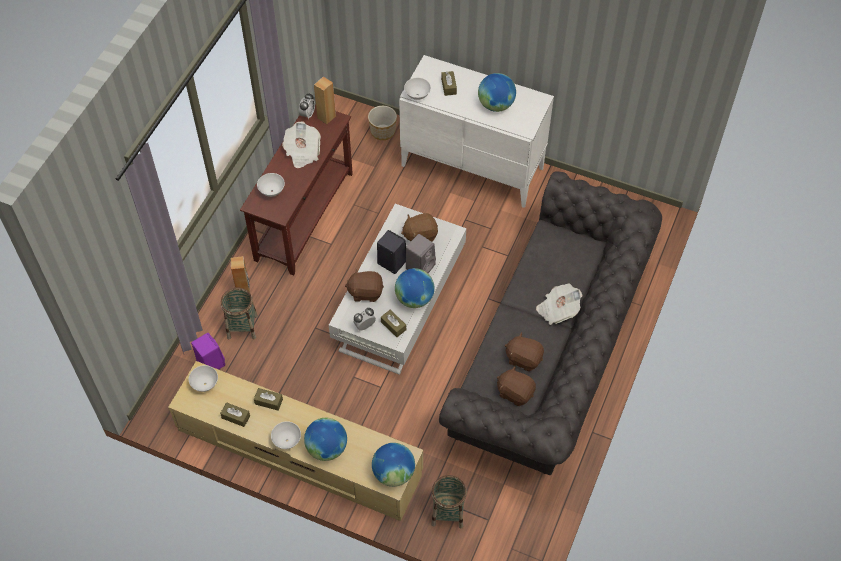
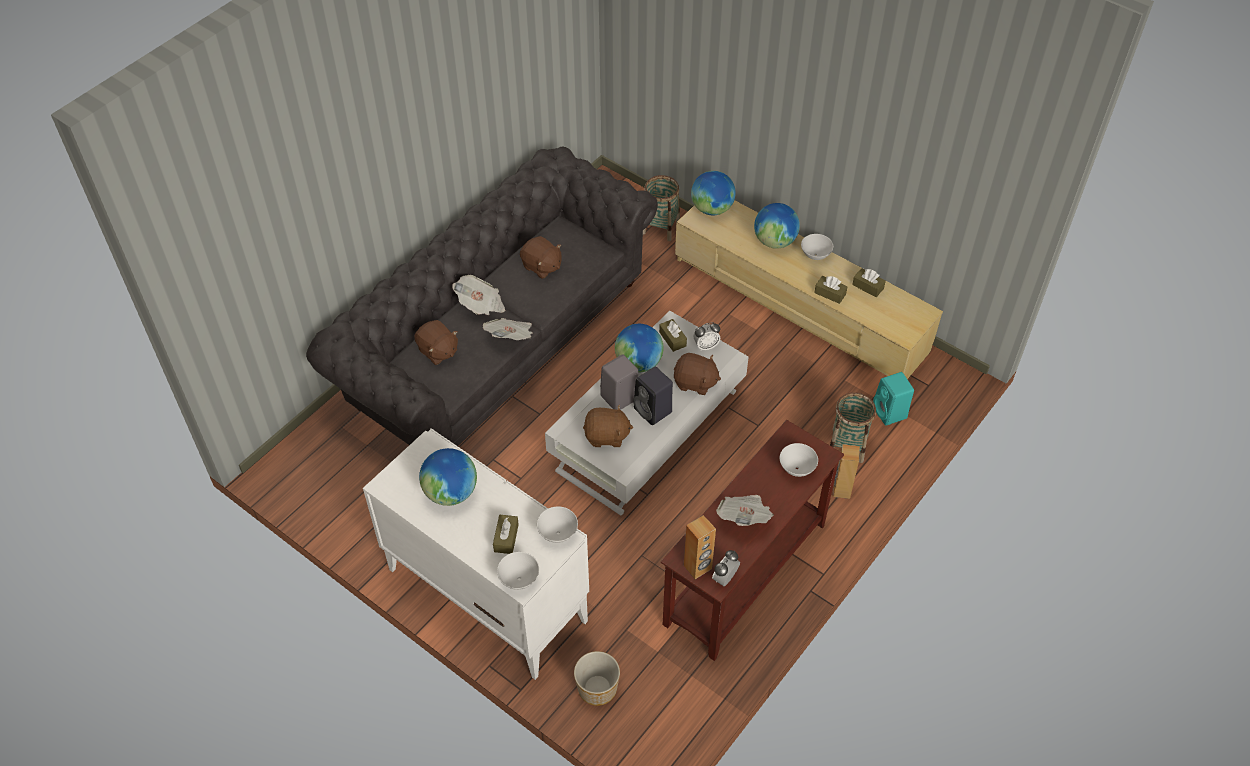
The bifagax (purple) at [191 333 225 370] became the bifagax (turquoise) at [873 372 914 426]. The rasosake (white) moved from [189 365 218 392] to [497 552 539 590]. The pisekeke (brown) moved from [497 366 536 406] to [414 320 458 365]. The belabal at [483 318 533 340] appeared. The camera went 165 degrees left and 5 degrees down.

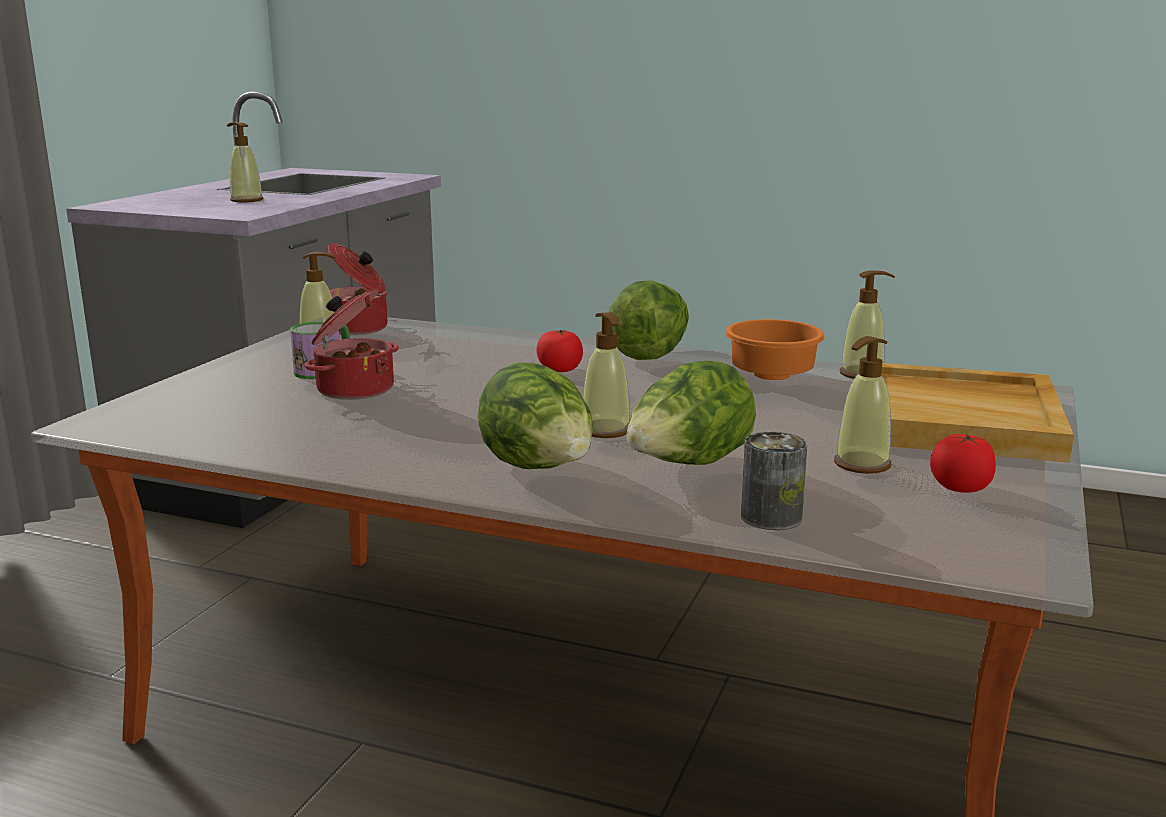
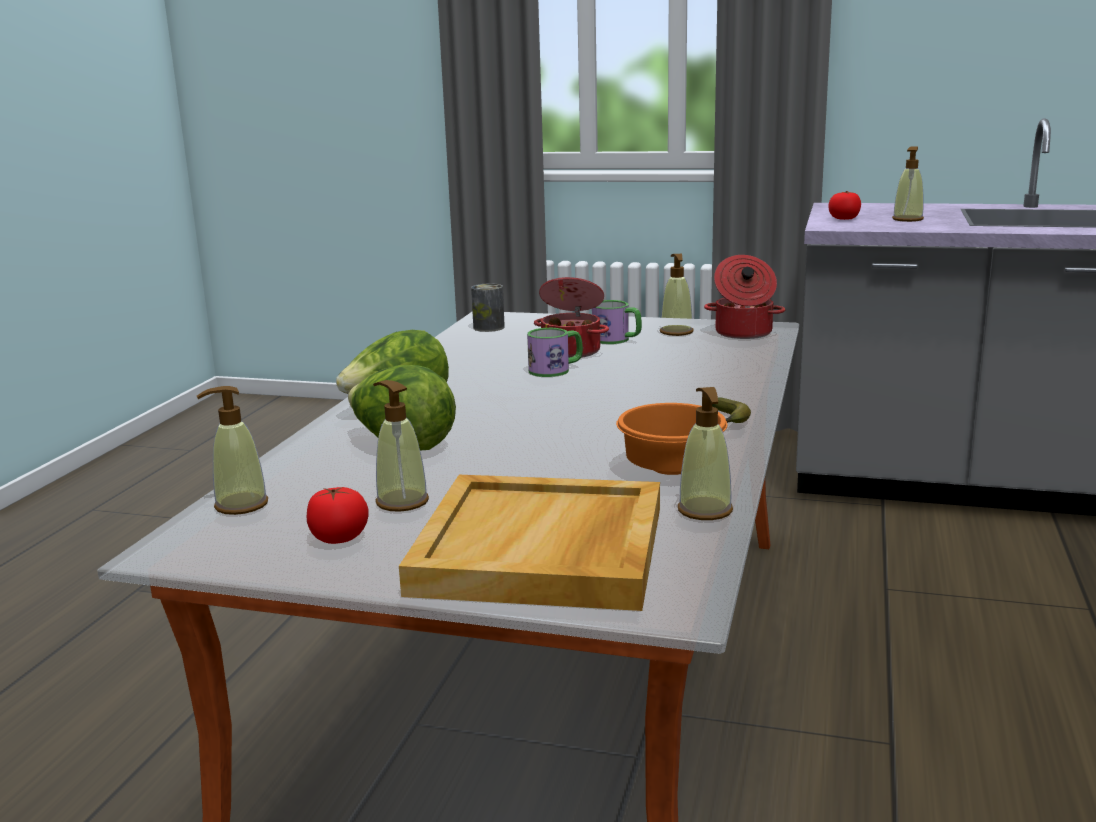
The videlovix at [609 280 689 360] was replaced by the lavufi at [712 397 751 423]. The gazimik moved from [583 312 630 438] to [197 386 268 515]. The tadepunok moved from [536 330 583 372] to [828 191 861 220]. The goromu moved from [741 431 807 530] to [471 283 505 332]. The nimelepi at [527 328 583 377] appeared. The camera went 85 degrees right and 0 degrees up.

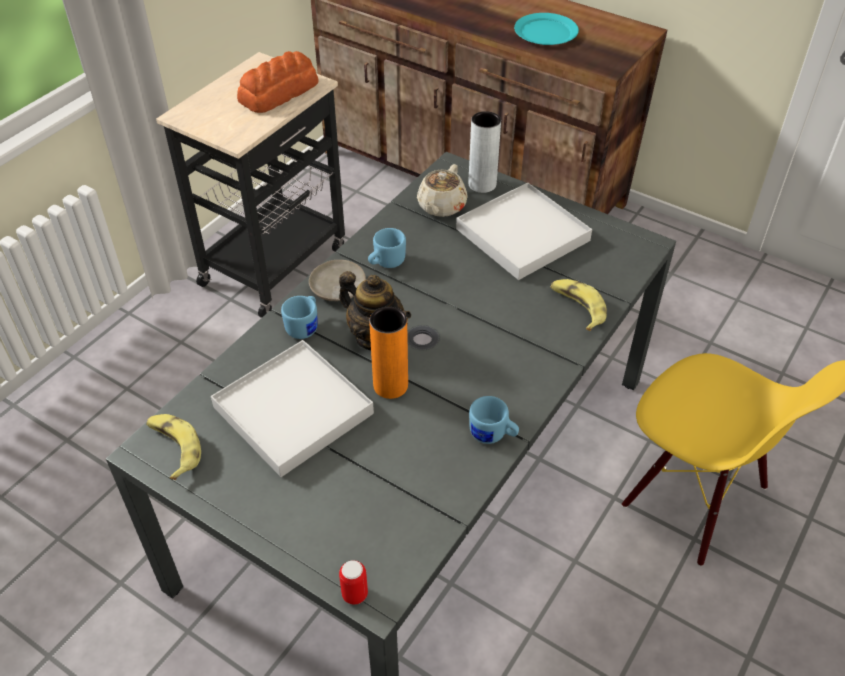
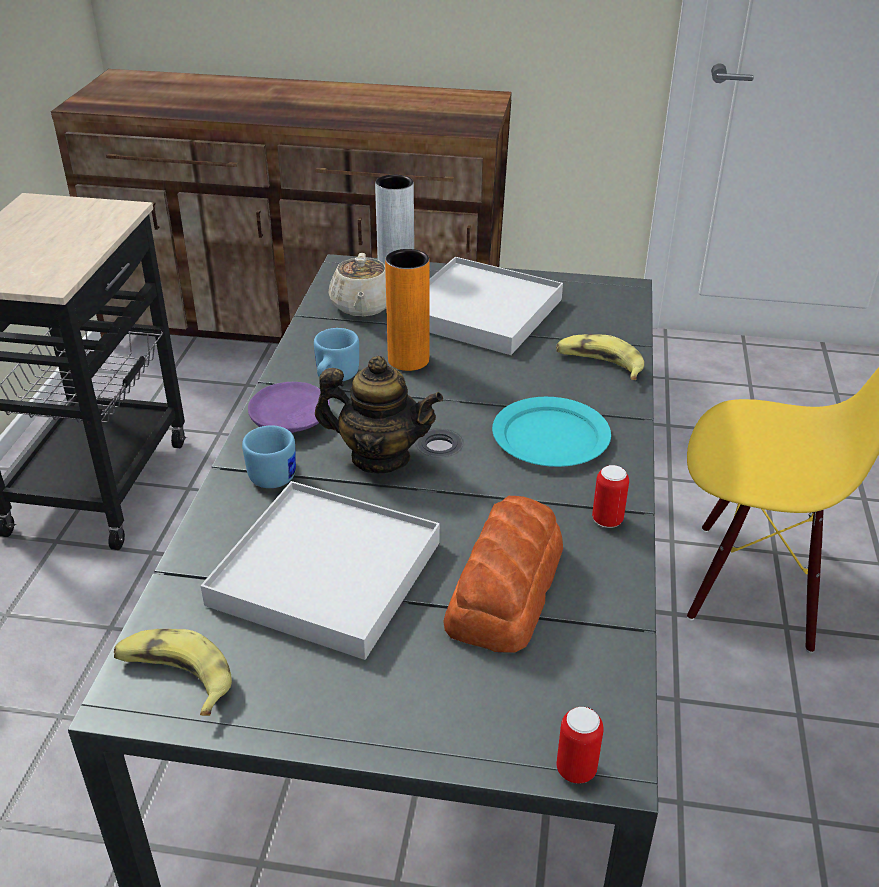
The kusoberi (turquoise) moved from [514 13 579 45] to [492 397 611 467]. The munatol moved from [237 51 319 113] to [443 496 563 653]. The kusoberi (beige) at [309 260 366 301] became the kusoberi (purple) at [248 382 330 433]. The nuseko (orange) moved from [369 307 408 399] to [385 249 430 371]. The nimelepi (blue) at [469 396 519 444] was replaced by the goromu at [592 465 629 528]. The camera went 25 degrees left and 10 degrees down.

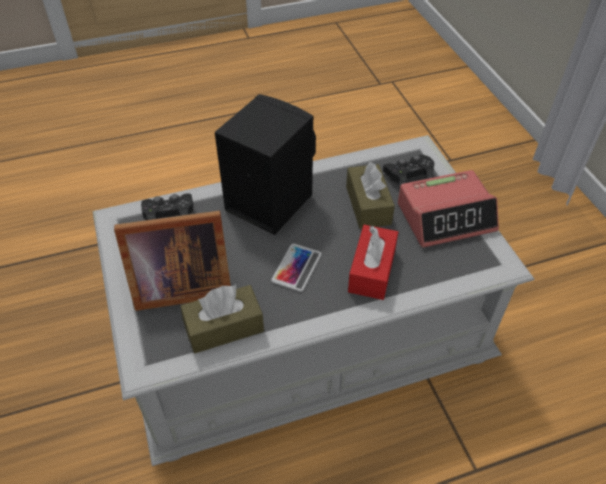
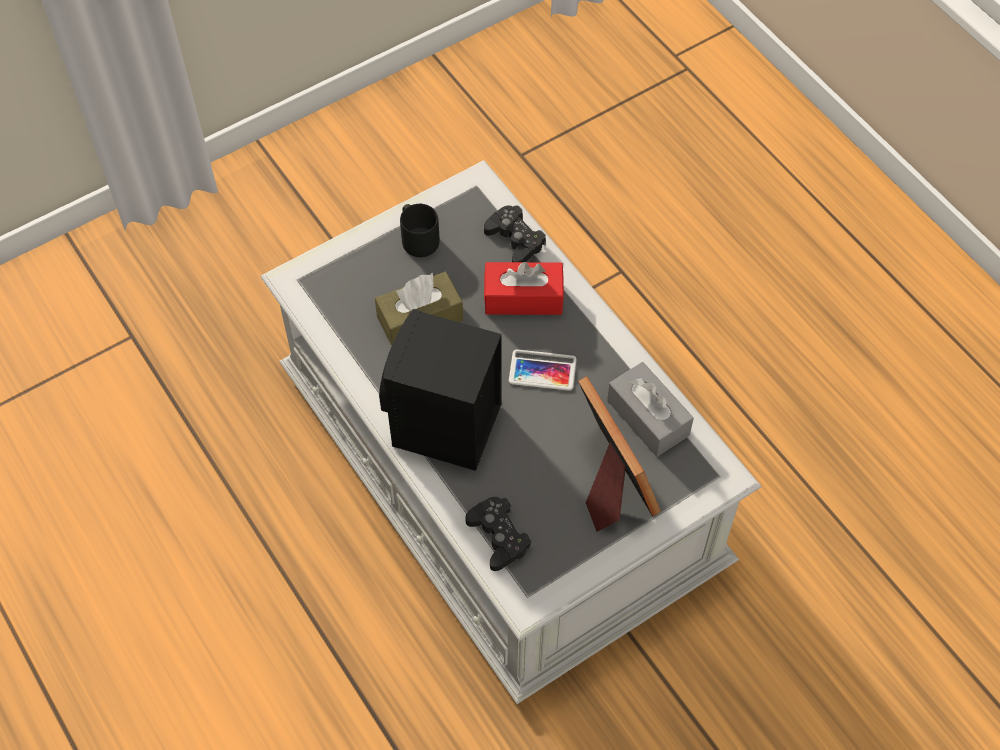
The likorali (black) moved from [383 155 435 189] to [484 205 546 262]. The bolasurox at [398 170 499 248] was replaced by the nimelepi (black) at [400 204 440 257]. The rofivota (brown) at [180 284 264 353] became the rofivota (grey) at [607 362 694 457]. The camera went 105 degrees left and 10 degrees up.

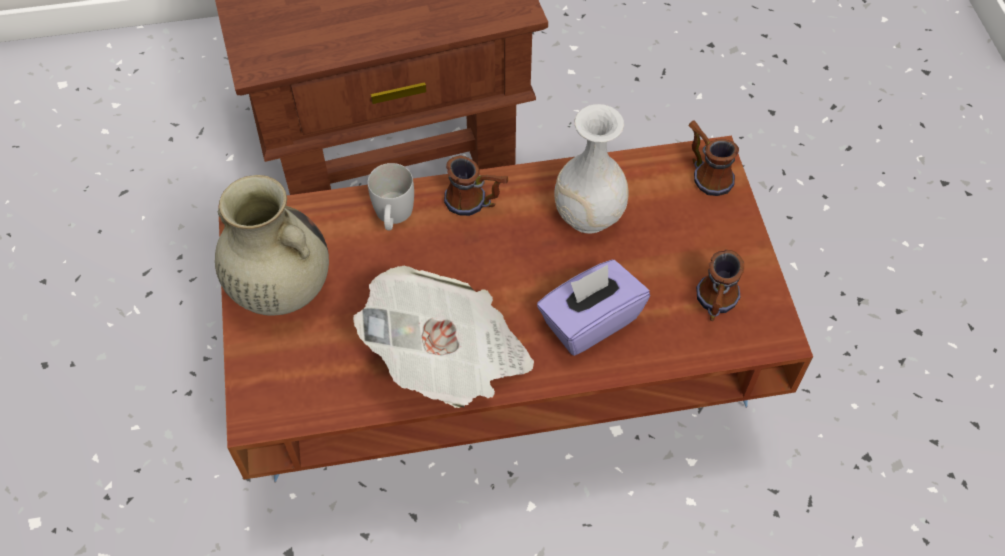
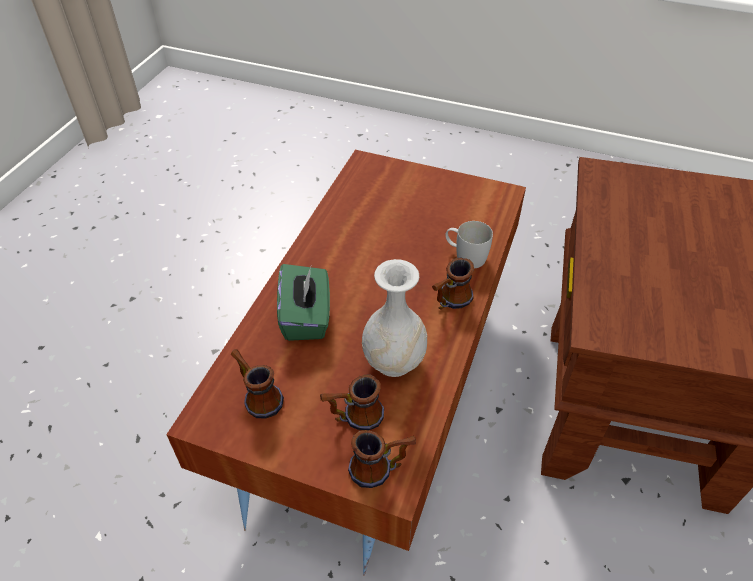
The nuseko (beige) at [215 175 329 316] disappeared. The rofivota (purple) at [537 260 650 356] became the rofivota (green) at [277 264 330 341]. The belabal at [353 266 534 408] disappeared. The nimelepi at [320 375 384 430] appeared. The camera went 120 degrees right and 10 degrees down.

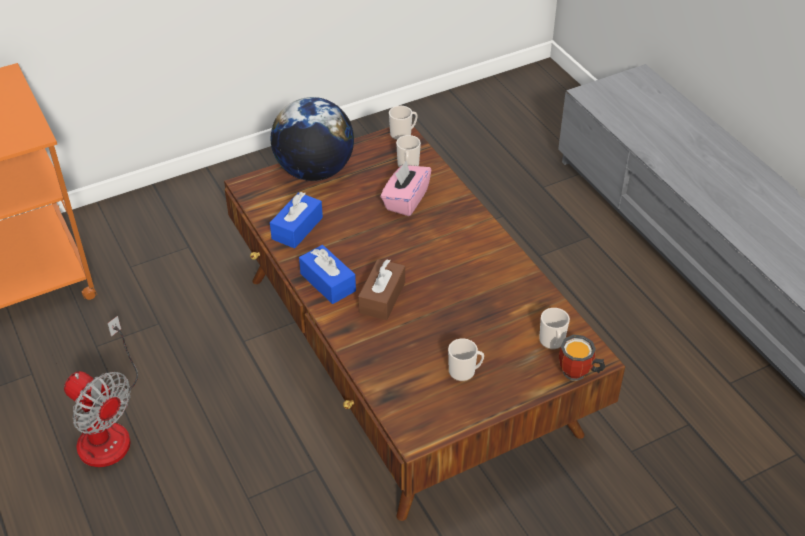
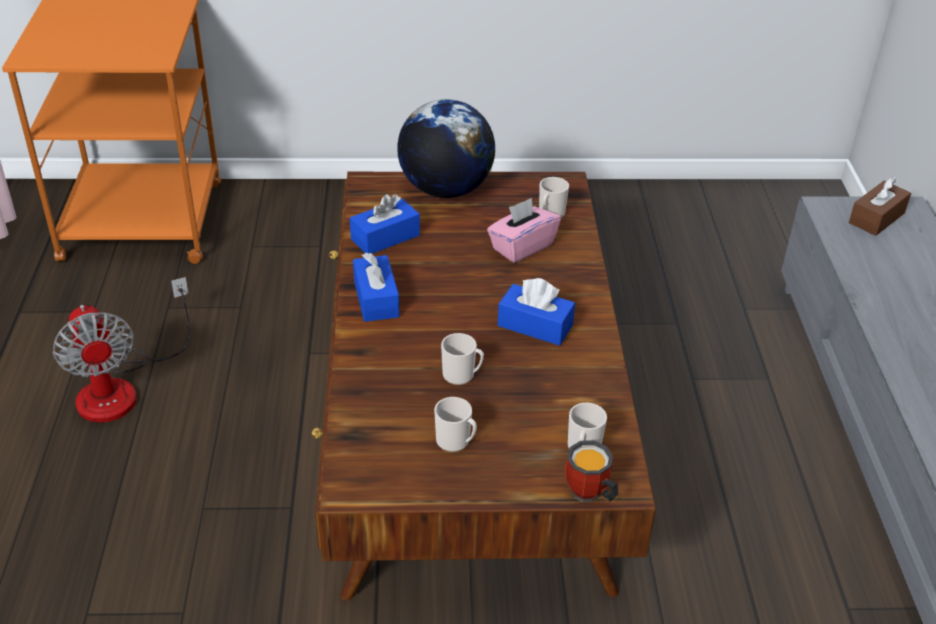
The nimelepi moved from [389 106 417 140] to [441 333 484 385]. The rofivota (brown) moved from [358 259 405 320] to [849 176 911 236]. The rofivota (blue) at [498 278 575 346] appeared. The camera went 25 degrees right and 5 degrees down.

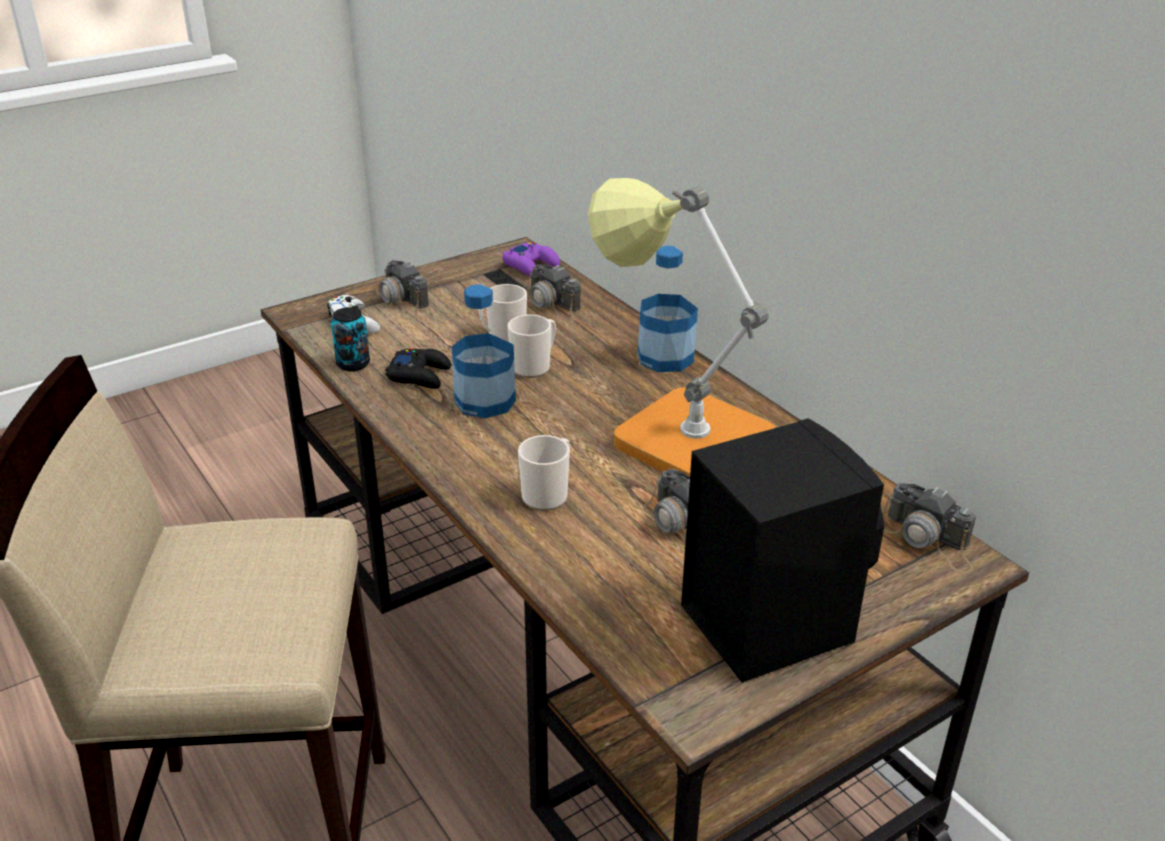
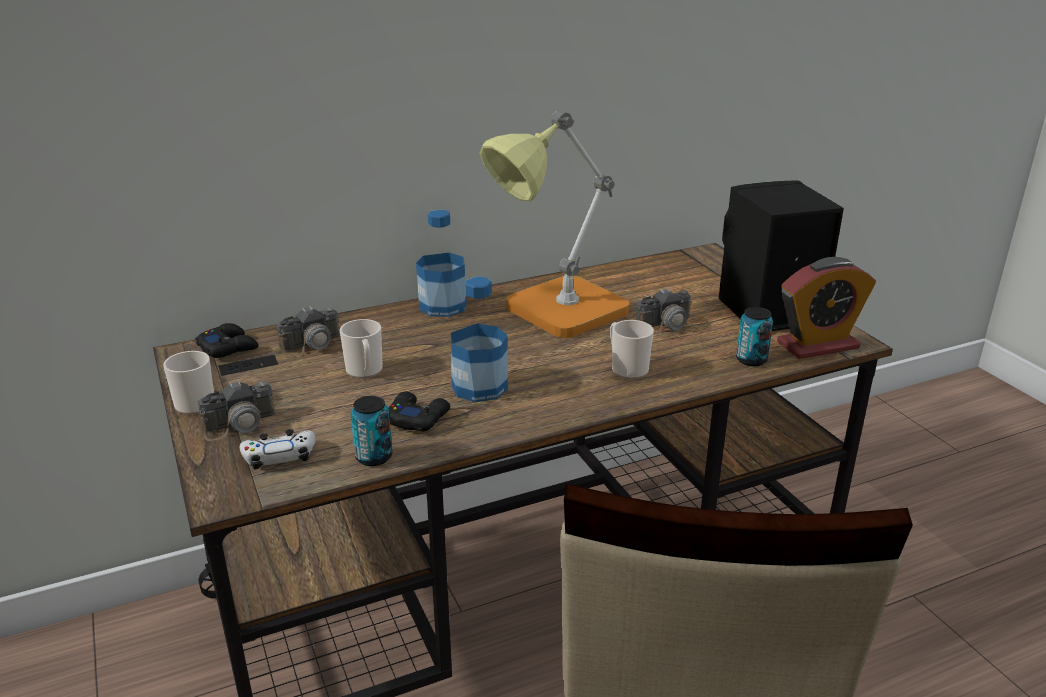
The likorali (purple) at [502 243 560 277] became the likorali (black) at [195 323 259 358]. The nimelepi moved from [508 315 556 378] to [163 351 214 415]. The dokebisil at [882 483 976 574] disappeared. The bolasurox at [777 257 876 359] appeared. The goromu at [736 307 773 366] appeared. The camera went 80 degrees left and 5 degrees down.

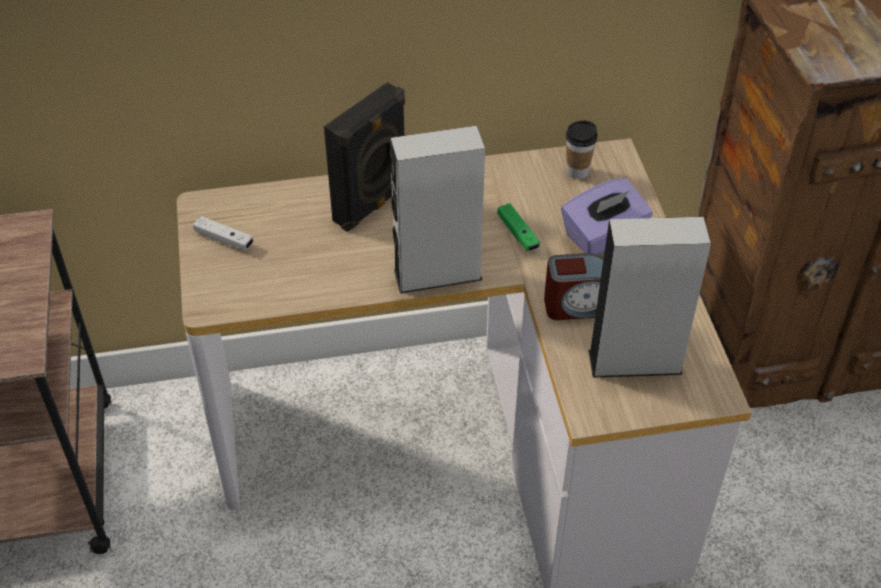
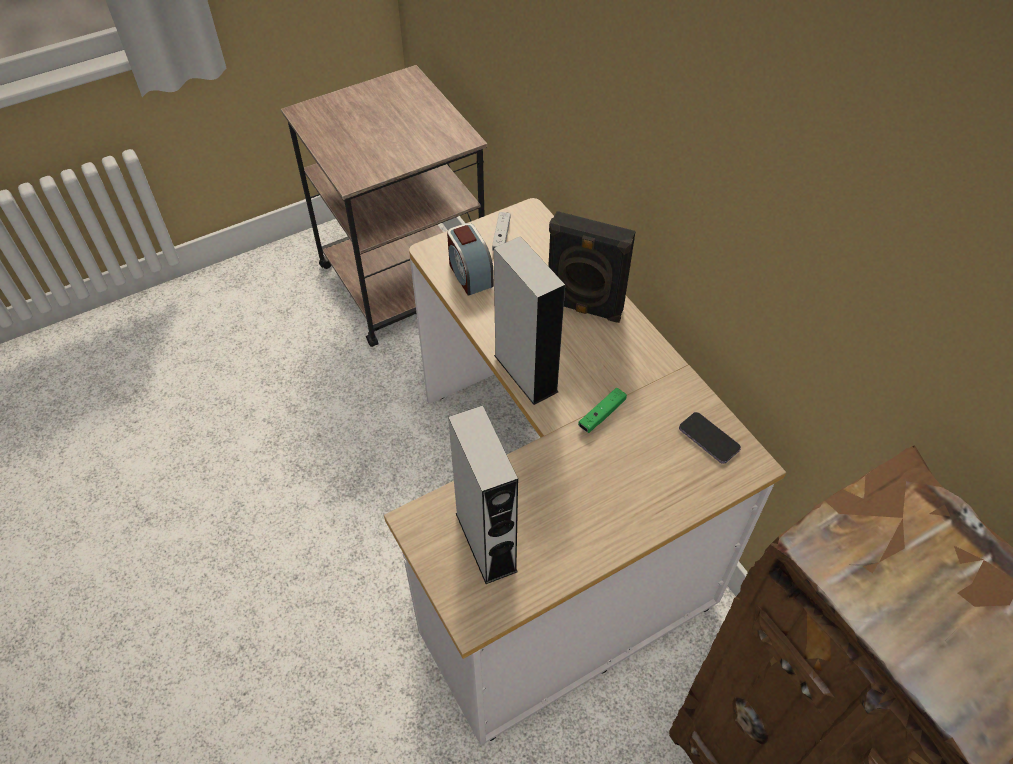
The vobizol at [565 120 598 179] was replaced by the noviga at [679 412 741 464]. The rofivota (purple) at [561 178 653 255] disappeared. The bolasurox moved from [544 253 604 320] to [447 223 494 296]. The camera went 70 degrees right and 5 degrees up.

